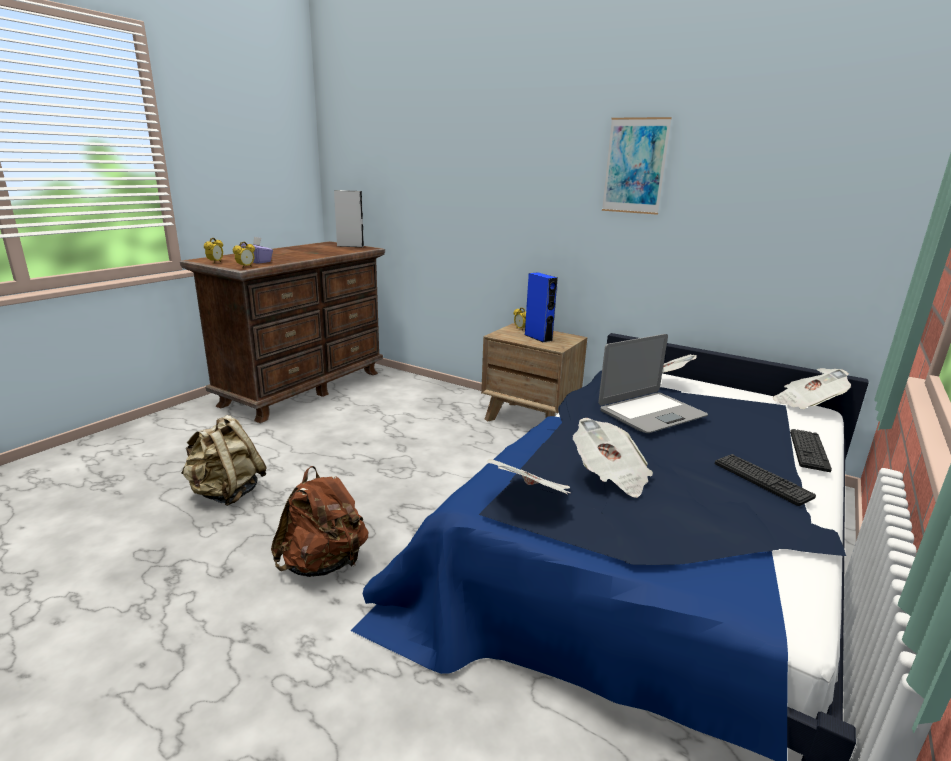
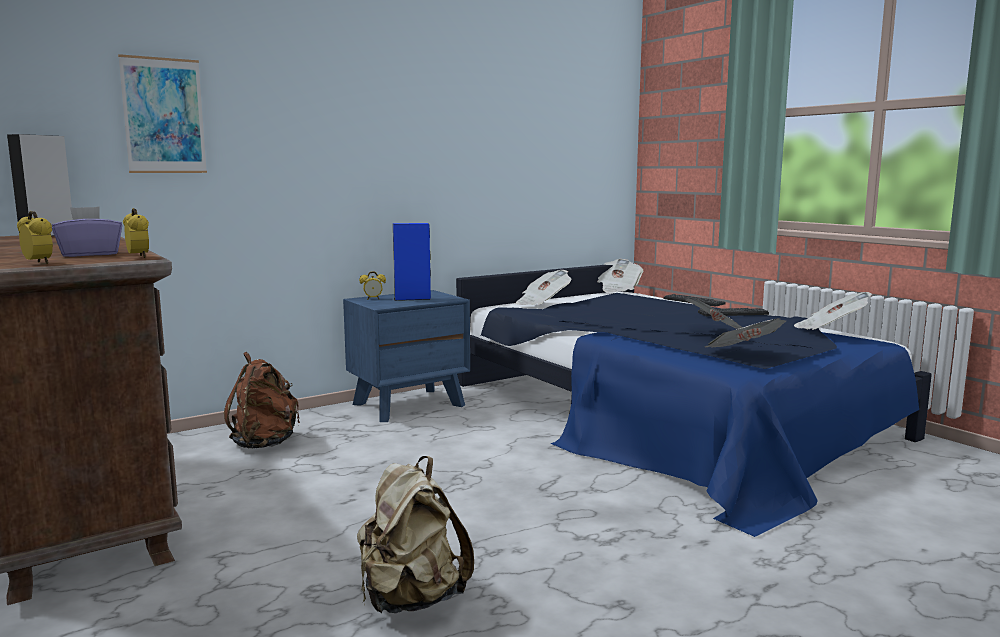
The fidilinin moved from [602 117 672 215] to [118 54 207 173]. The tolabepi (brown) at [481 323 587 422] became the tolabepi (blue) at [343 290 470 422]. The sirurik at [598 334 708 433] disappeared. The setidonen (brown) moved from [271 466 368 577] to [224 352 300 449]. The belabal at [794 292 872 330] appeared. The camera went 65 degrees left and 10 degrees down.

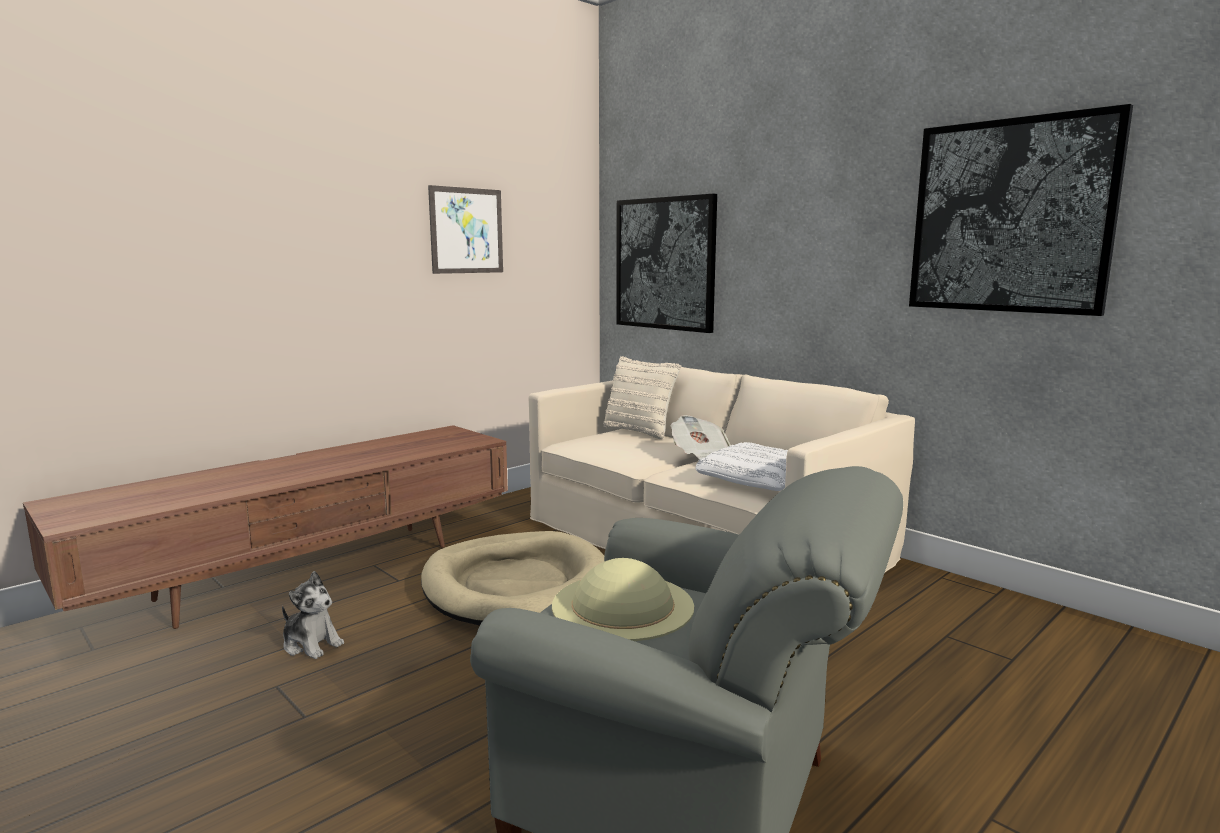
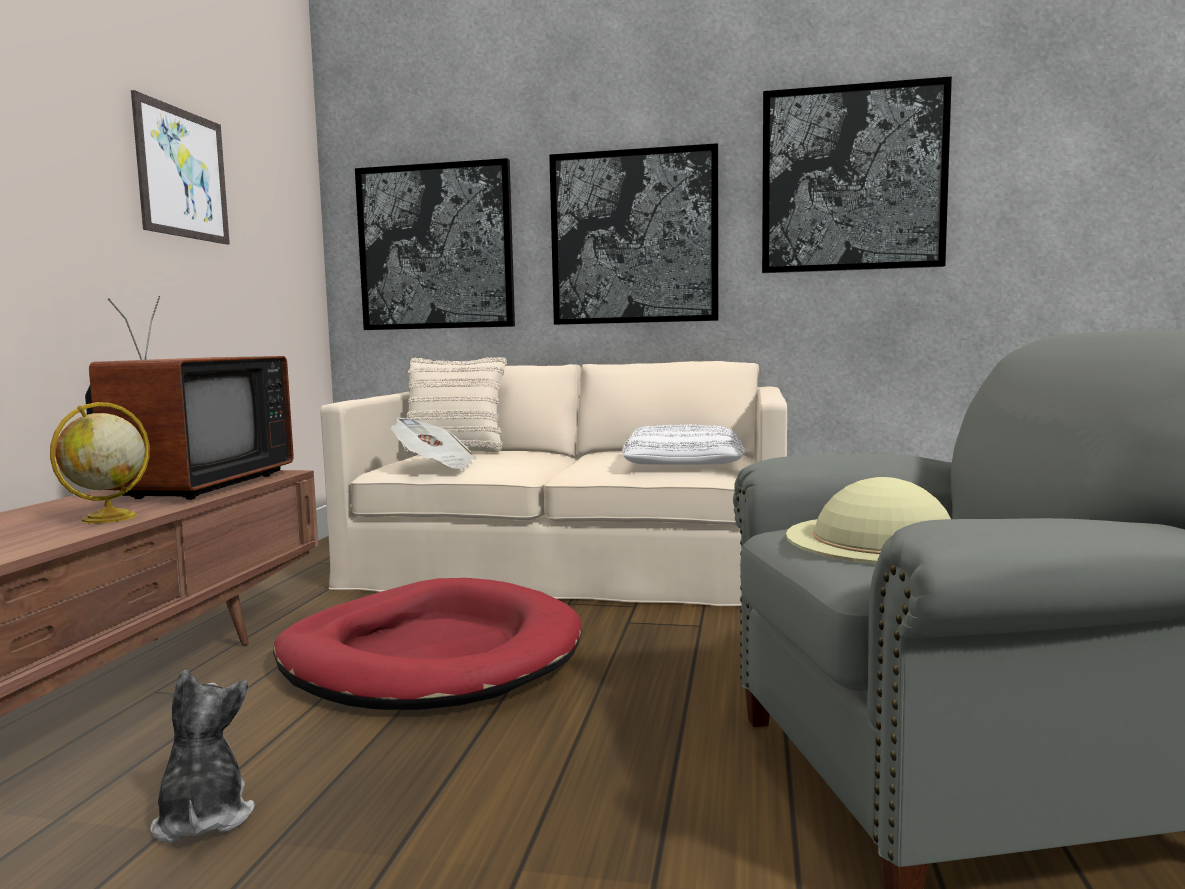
The belabal moved from [670 415 731 460] to [391 418 476 470]. The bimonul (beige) at [421 531 604 625] became the bimonul (red) at [273 578 582 710]. The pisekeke at [282 571 344 659] turned 105 degrees counterclockwise. The fidilinin at [549 143 719 325] appeared. The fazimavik at [85 296 294 500] appeared. The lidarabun at [50 402 150 524] appeared. The camera went 35 degrees left and 5 degrees down.

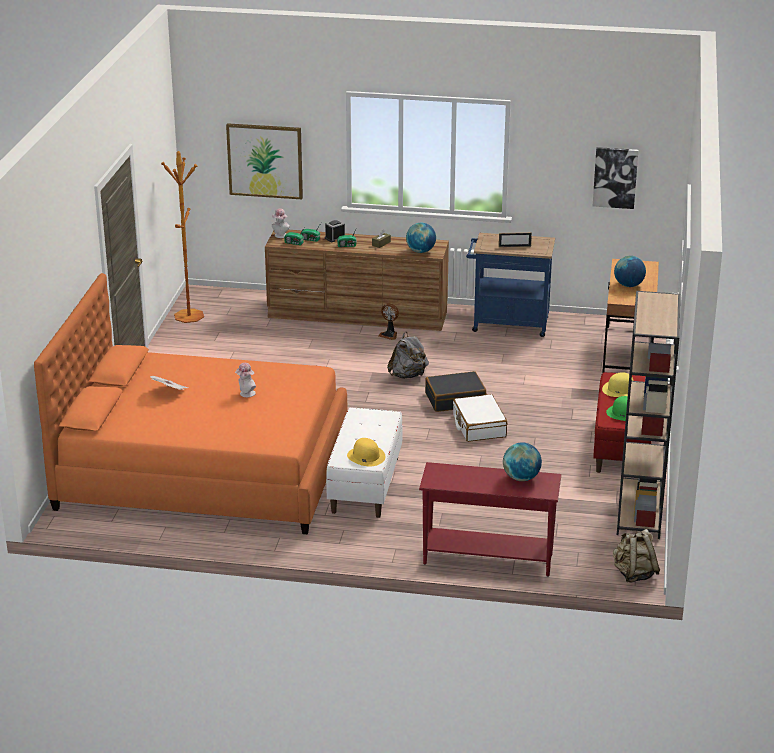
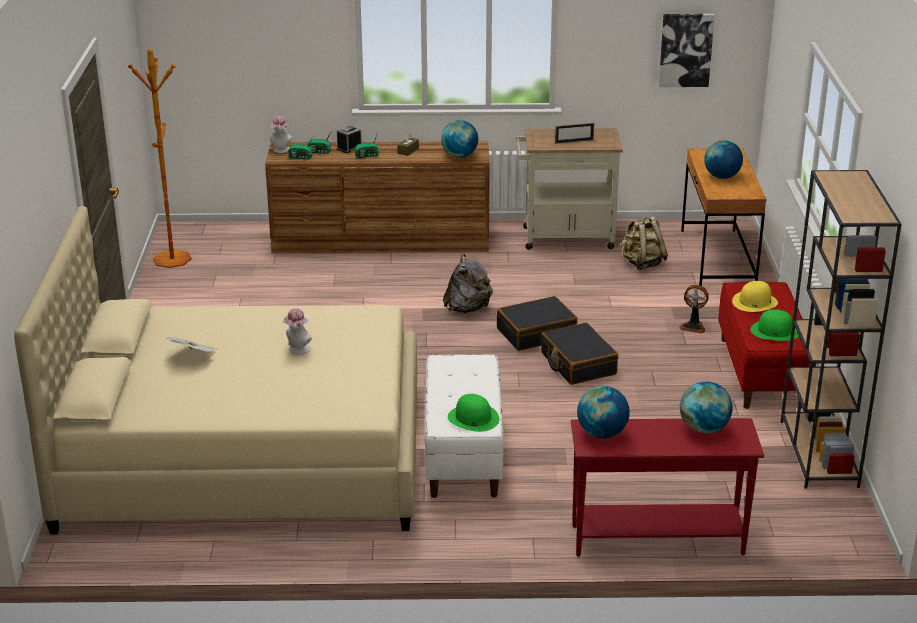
The fidilinin at [226 123 303 199] disappeared. The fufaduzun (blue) at [466 233 555 337] became the fufaduzun (beige) at [516 128 623 250]. The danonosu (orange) at [34 273 347 535] became the danonosu (beige) at [14 206 417 534]. The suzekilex moved from [378 303 399 340] to [679 285 709 333]. The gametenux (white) at [453 394 507 442] became the gametenux (black) at [541 323 618 385]. The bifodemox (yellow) at [347 438 385 466] became the bifodemox (green) at [448 394 499 432]. The setidonen (beige) moved from [613 529 660 582] to [621 216 668 270]. The lidarabun at [577 386 630 438] appeared. The camera went 10 degrees left and 0 degrees up.

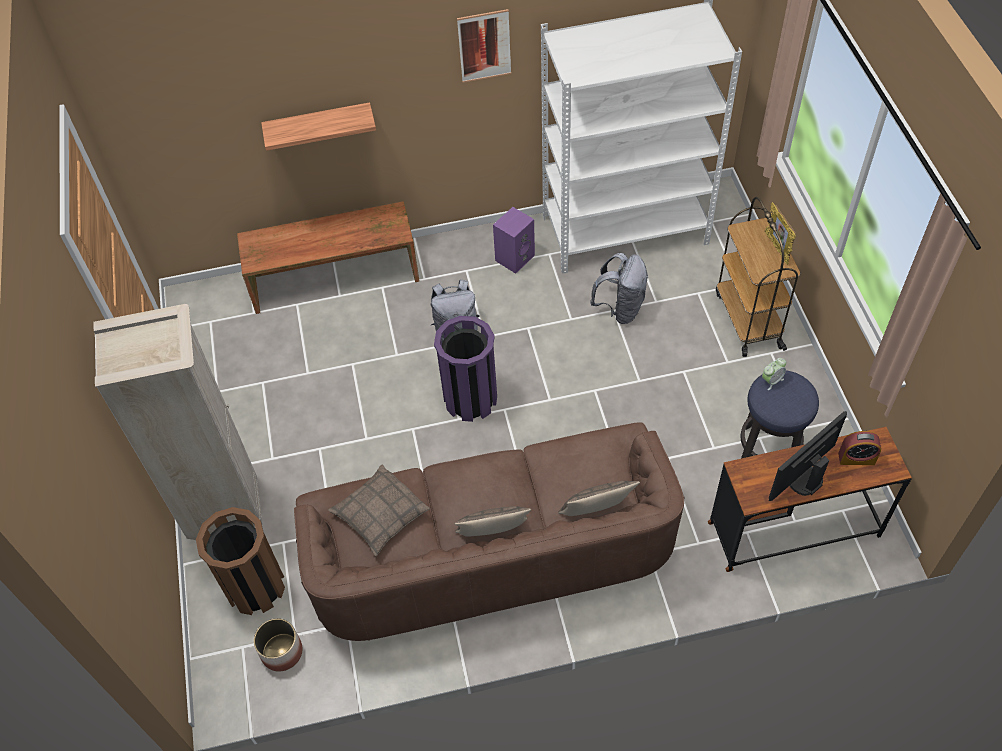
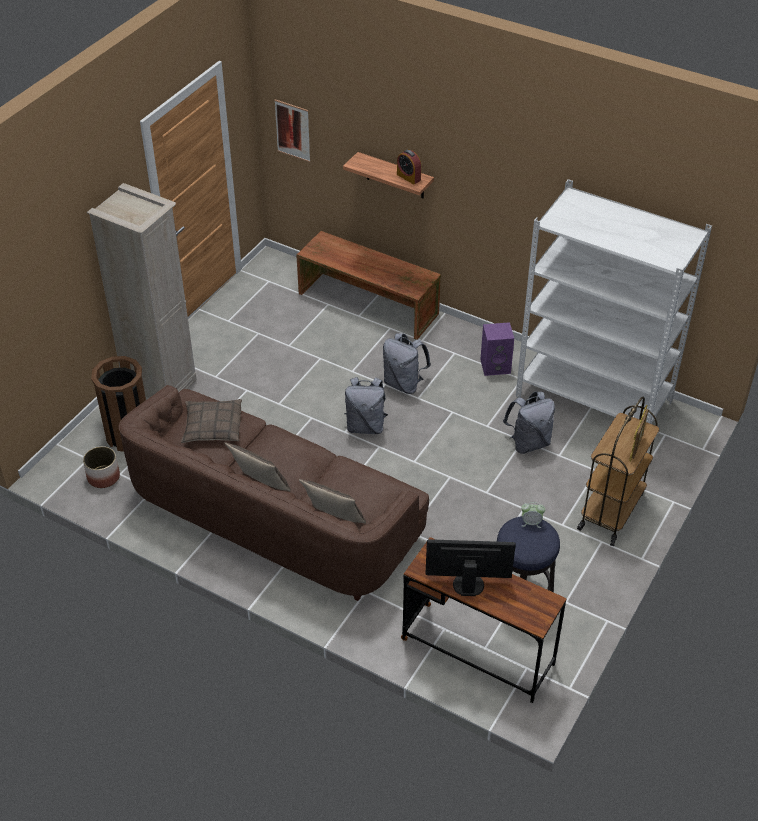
The fidilinin moved from [457 9 511 83] to [274 99 311 162]. The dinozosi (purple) at [434 316 497 422] was replaced by the setidonen (grey) at [344 377 388 434]. The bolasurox moved from [838 431 881 465] to [397 150 421 184]. The camera went 40 degrees right and 10 degrees down.

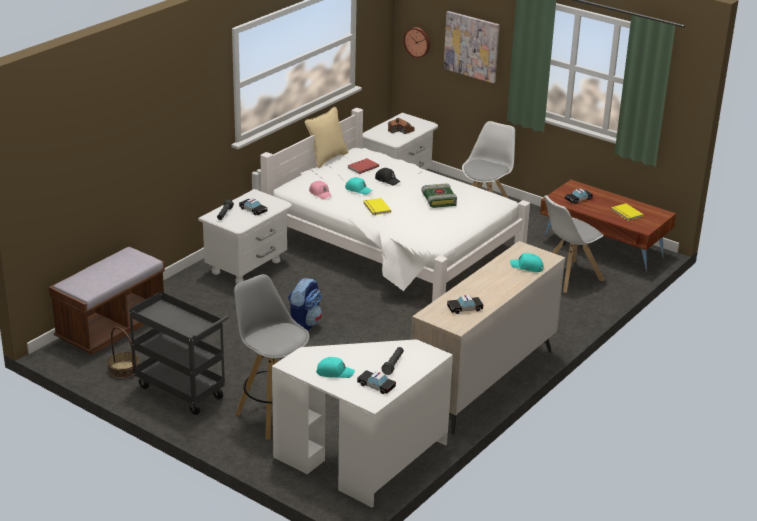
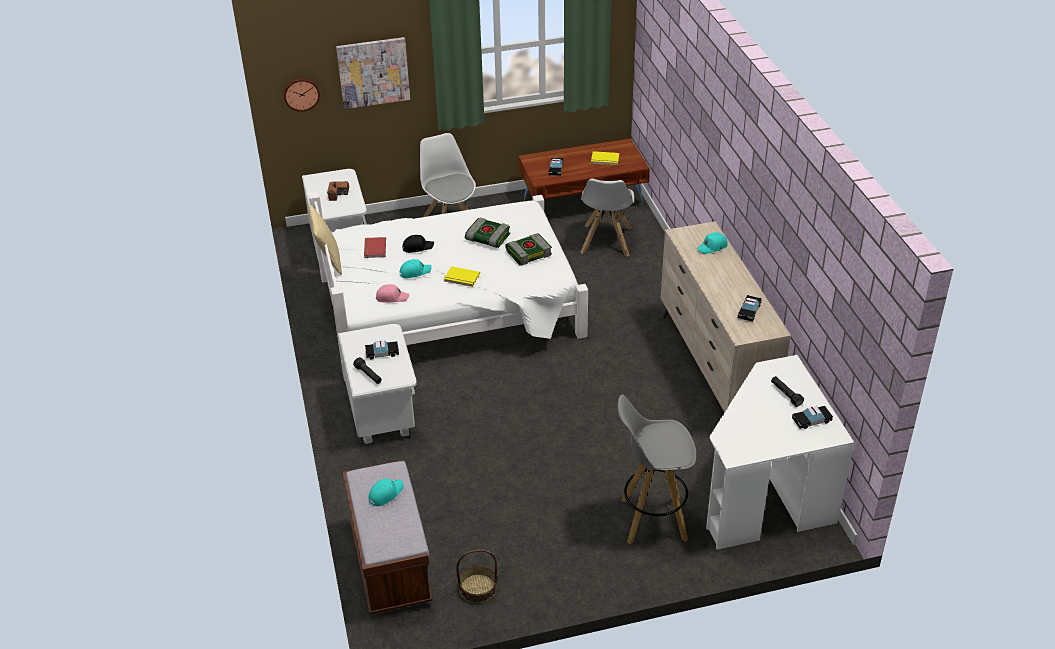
The setidonen at [288 278 322 331] disappeared. The fufaduzun (grey) at [129 292 229 415] disappeared. The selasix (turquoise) moved from [316 357 355 378] to [369 479 403 506]. The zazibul at [505 233 552 266] appeared. The camera went 50 degrees left and 10 degrees up.

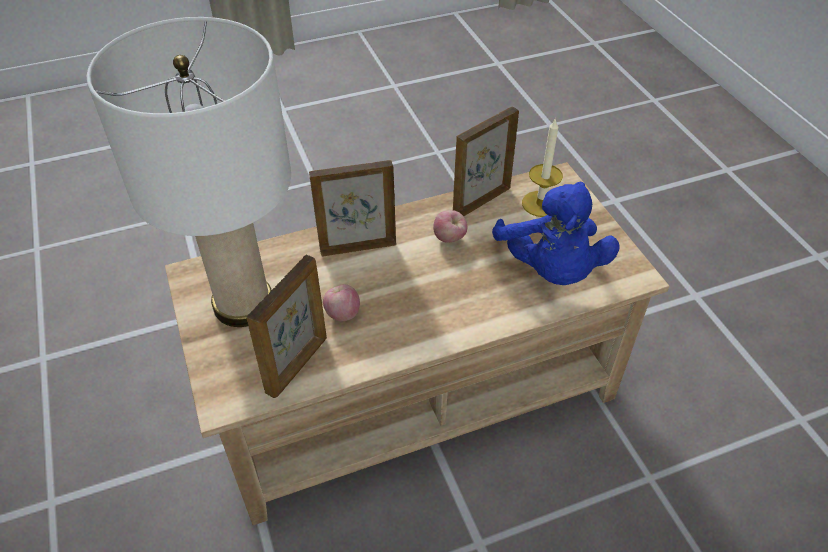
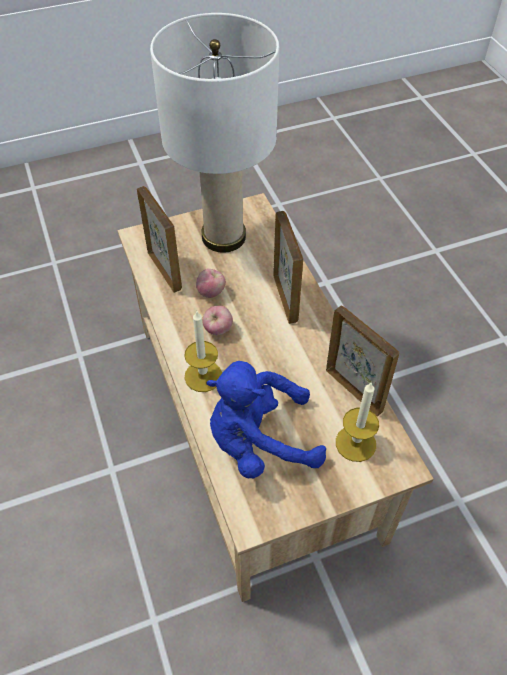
The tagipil moved from [433 210 467 243] to [202 306 233 335]. The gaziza at [246 255 327 398] turned 150 degrees counterclockwise. The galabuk at [184 311 222 392] appeared. The camera went 90 degrees right and 5 degrees up.

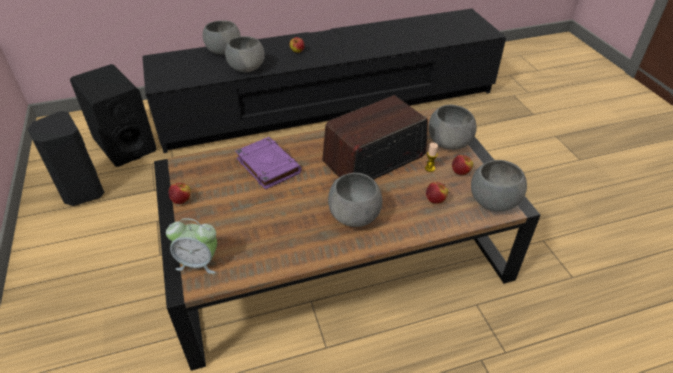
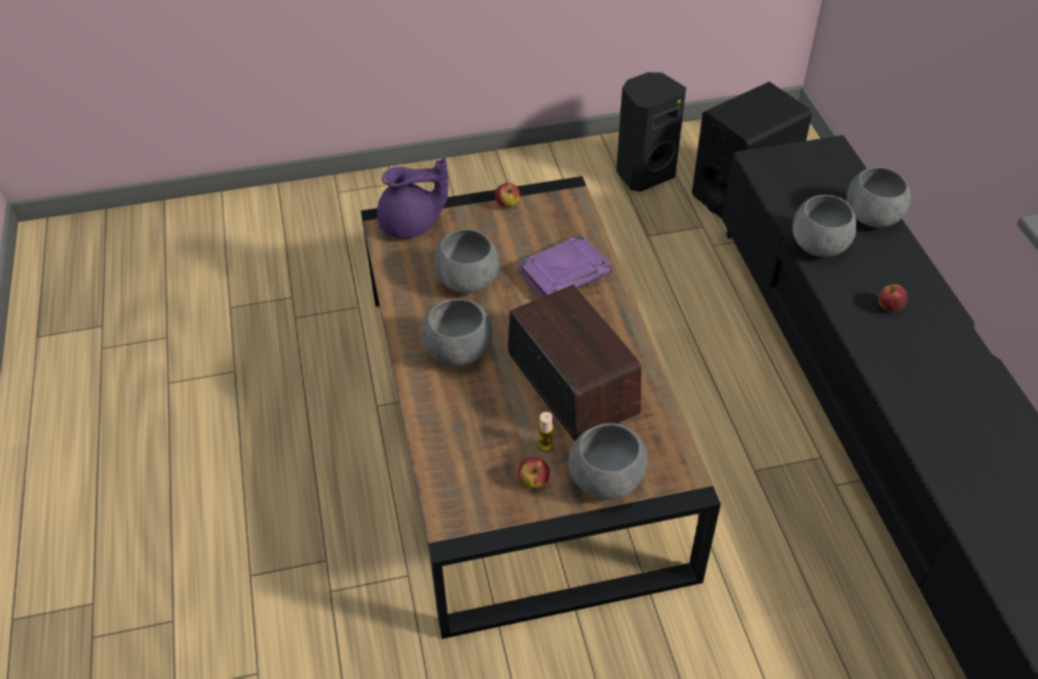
The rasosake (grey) moved from [471 160 527 211] to [434 229 499 293]. The tagipil at [426 182 448 204] disappeared. The bolasurox at [166 218 217 274] was replaced by the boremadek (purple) at [377 158 448 238]. The camera went 95 degrees right and 5 degrees up.

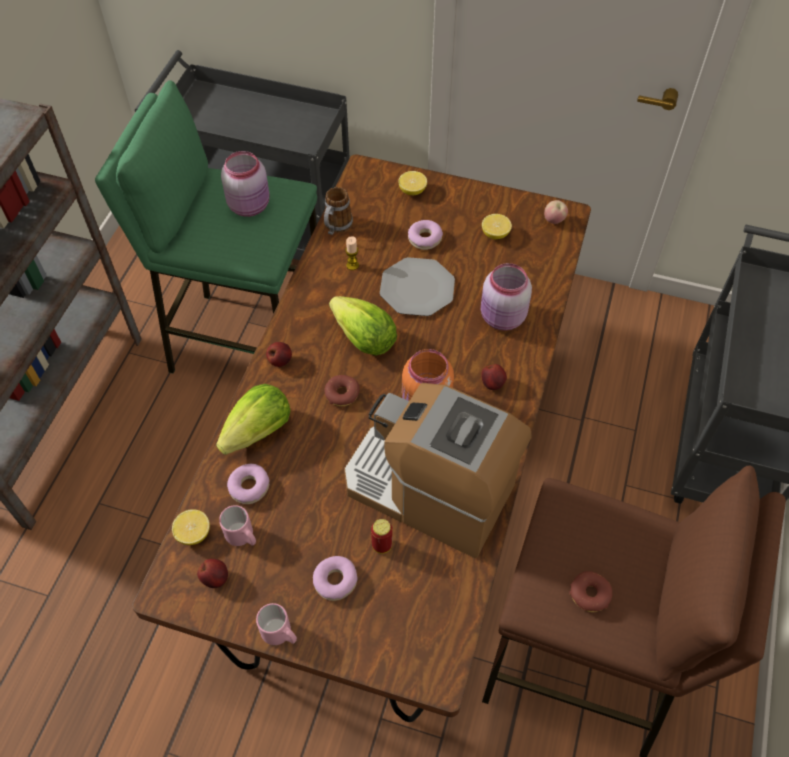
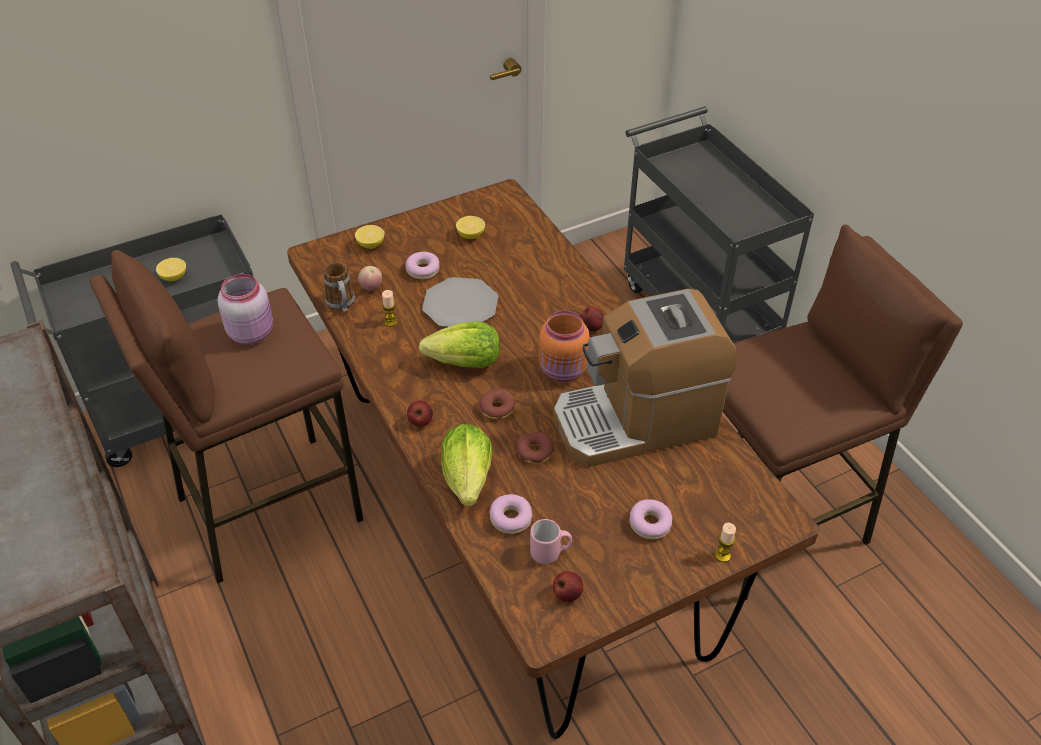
The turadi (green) at [95 80 317 374] became the turadi (brown) at [90 250 364 584]. The tagipil moved from [544 200 568 224] to [358 266 382 290]. The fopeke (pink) at [481 263 532 331] disappeared. The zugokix moved from [172 509 210 545] to [156 258 186 281]. The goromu at [371 519 393 554] disappeared. The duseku moved from [569 571 612 612] to [517 432 555 464]. The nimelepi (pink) at [256 603 297 645] disappeared. The galabuk at [715 523 736 562] appeared. The camera went 45 degrees left and 10 degrees down.

